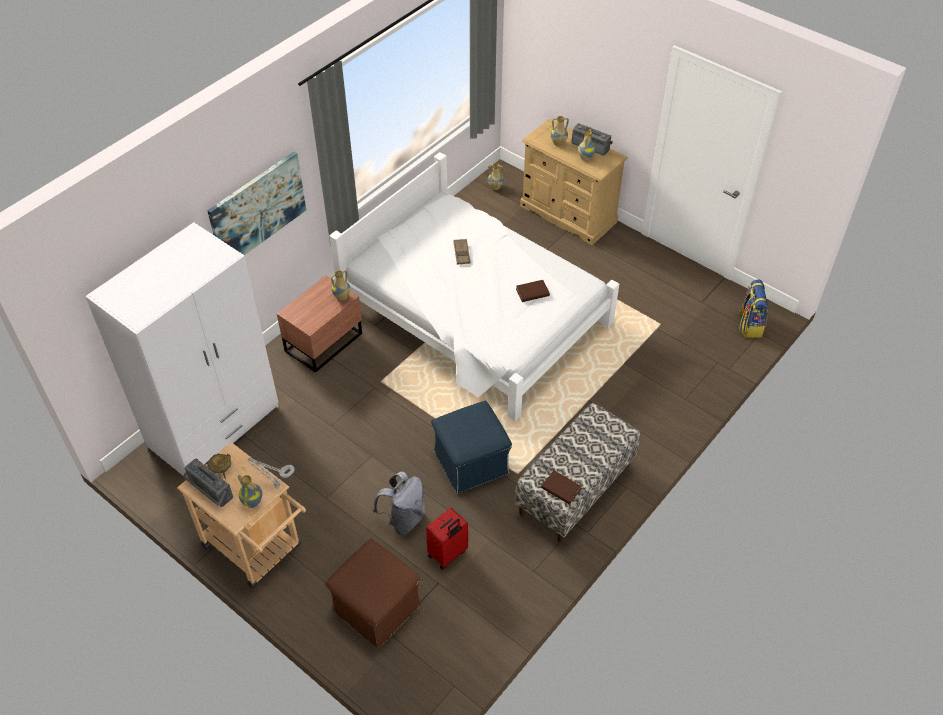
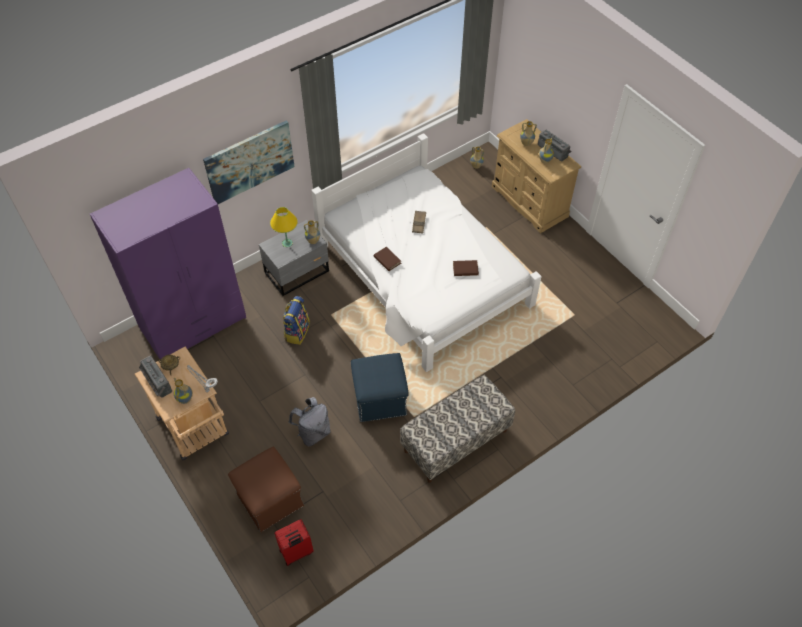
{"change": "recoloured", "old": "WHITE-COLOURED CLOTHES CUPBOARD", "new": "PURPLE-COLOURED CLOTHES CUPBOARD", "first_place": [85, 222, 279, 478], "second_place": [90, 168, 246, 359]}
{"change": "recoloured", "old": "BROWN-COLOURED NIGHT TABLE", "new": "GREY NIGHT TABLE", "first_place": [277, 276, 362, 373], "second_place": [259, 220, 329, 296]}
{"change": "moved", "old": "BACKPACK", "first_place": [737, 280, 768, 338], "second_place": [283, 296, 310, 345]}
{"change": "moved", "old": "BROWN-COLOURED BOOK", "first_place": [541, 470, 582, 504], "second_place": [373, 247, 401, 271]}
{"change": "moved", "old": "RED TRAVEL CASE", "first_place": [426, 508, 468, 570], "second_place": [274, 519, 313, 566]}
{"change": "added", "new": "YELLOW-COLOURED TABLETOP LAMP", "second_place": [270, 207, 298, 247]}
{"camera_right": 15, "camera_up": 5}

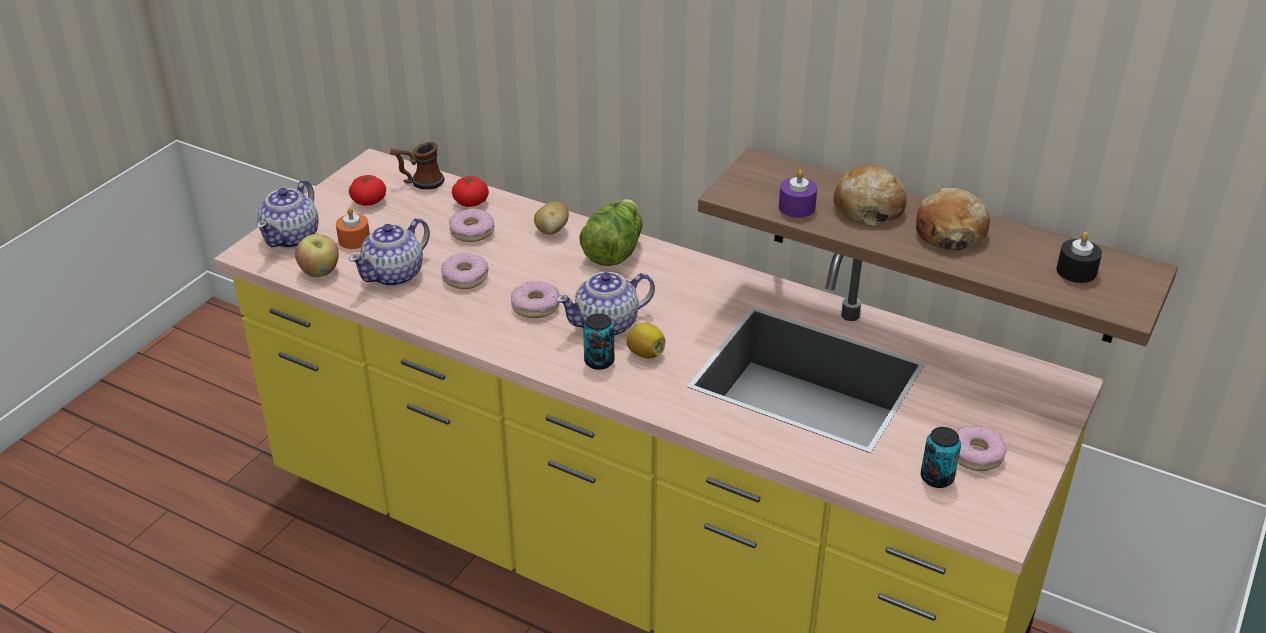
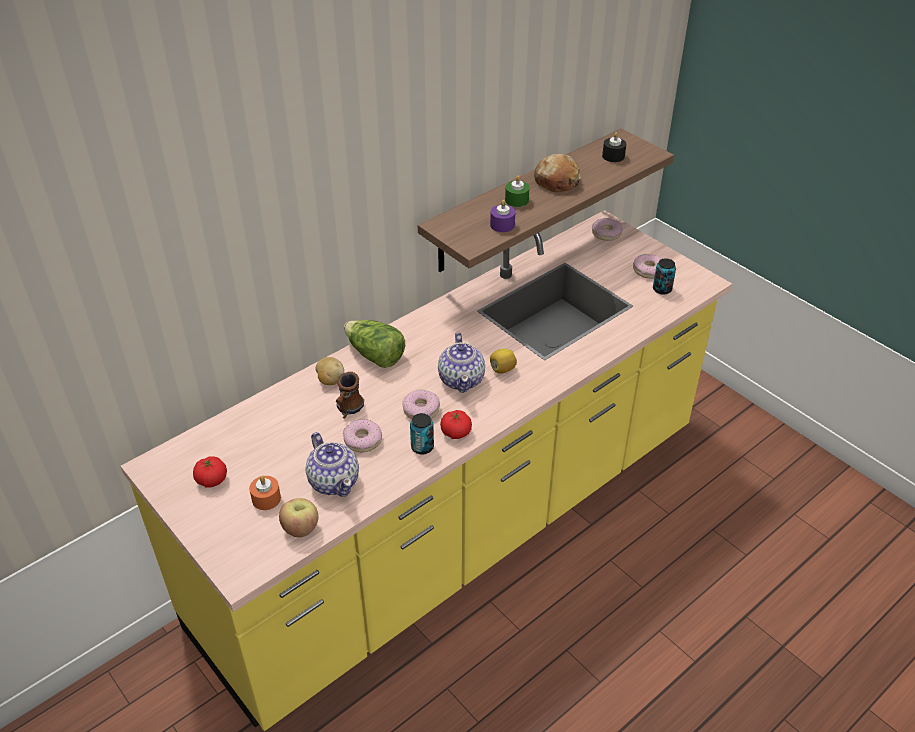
{"change": "moved", "old": "COFFEE MUG", "first_place": [390, 142, 445, 189], "second_place": [336, 372, 364, 418]}
{"change": "replaced", "old": "BAKED BREAD", "new": "GREENISH WAX LIGHT", "first_place": [833, 165, 907, 226], "second_place": [505, 176, 530, 207]}
{"change": "moved", "old": "WHOLE TOMATO", "first_place": [452, 176, 489, 207], "second_place": [440, 410, 472, 439]}
{"change": "removed", "old": "TEA POT", "first_place": [257, 180, 319, 249]}
{"change": "moved", "old": "DONUT", "first_place": [449, 209, 494, 242], "second_place": [592, 218, 623, 241]}
{"change": "moved", "old": "SEALED CAN", "first_place": [583, 313, 614, 370], "second_place": [410, 413, 434, 455]}
{"camera_right": -70, "camera_up": 5}

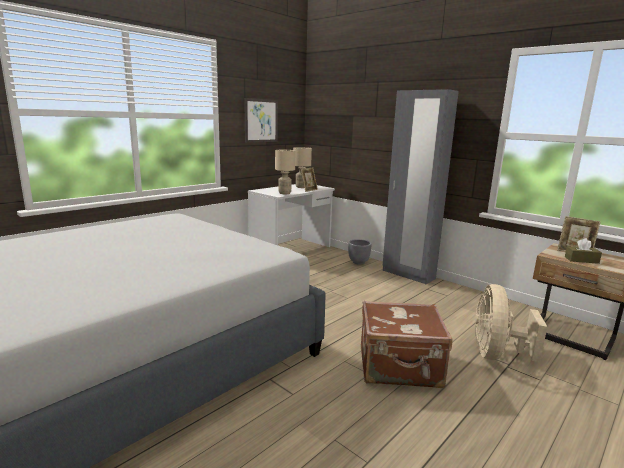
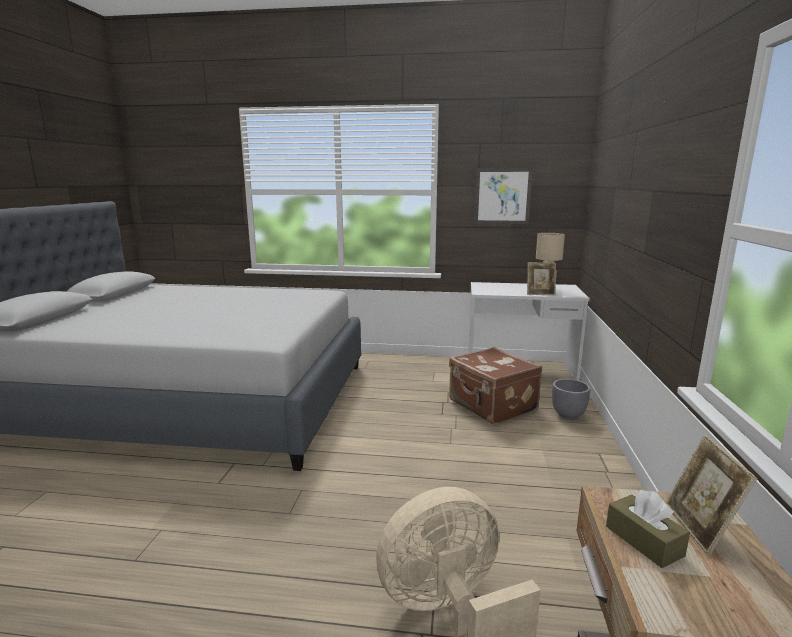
{"change": "removed", "old": "GREY CLOTHES CUPBOARD", "first_place": [383, 89, 459, 284]}
{"change": "removed", "old": "BEIGE-COLOURED TABLETOP LAMP", "first_place": [275, 150, 295, 194]}
{"change": "moved", "old": "BROWN-COLOURED TRAVEL CASE", "first_place": [361, 301, 453, 388], "second_place": [449, 347, 542, 425]}
{"camera_right": 55, "camera_up": 0}

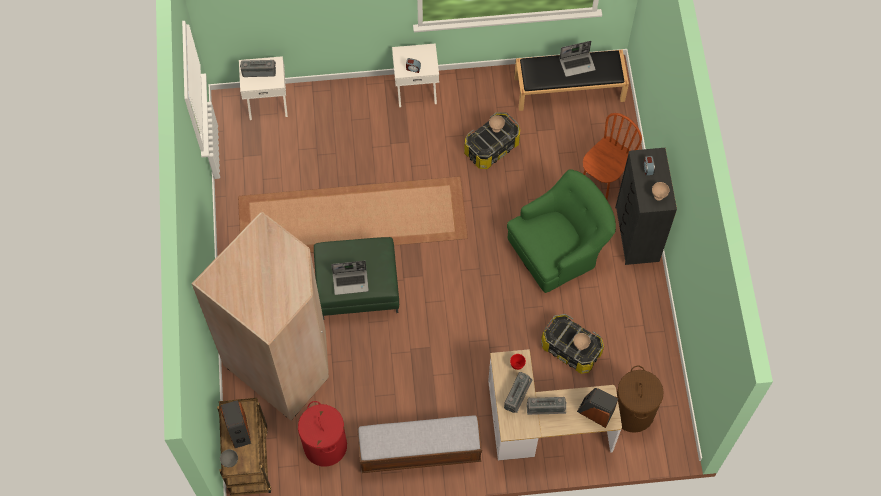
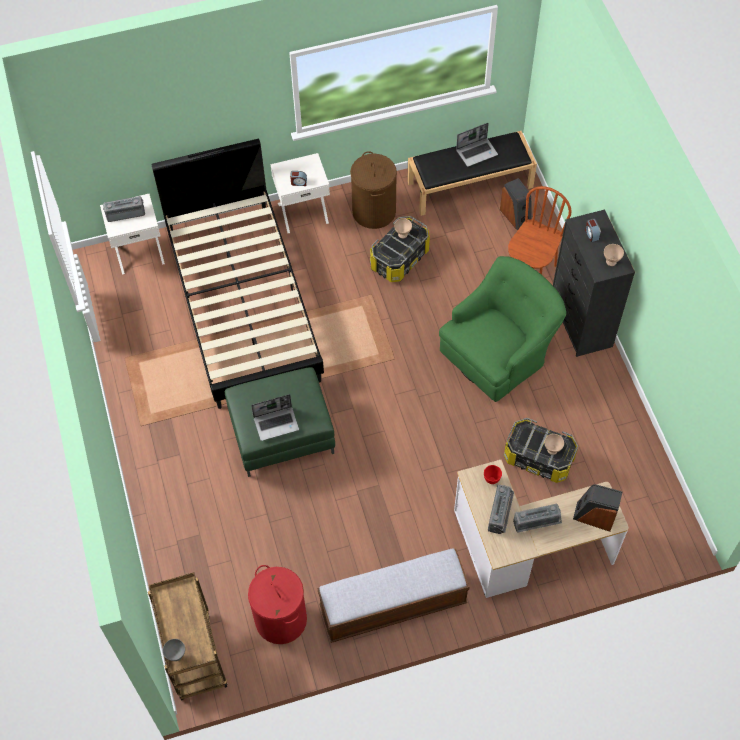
{"change": "removed", "old": "BEIGE-COLOURED CLOTHES CUPBOARD", "first_place": [192, 211, 329, 420]}
{"change": "moved", "old": "BROWN-COLOURED WASHING BASKET", "first_place": [617, 366, 664, 433], "second_place": [350, 151, 397, 229]}
{"change": "moved", "old": "AUDIO SPEAKER", "first_place": [220, 400, 251, 448], "second_place": [500, 178, 531, 231]}
{"change": "added", "new": "BLACKISH BED", "second_place": [151, 139, 324, 409]}
{"camera_right": -10, "camera_up": -5}

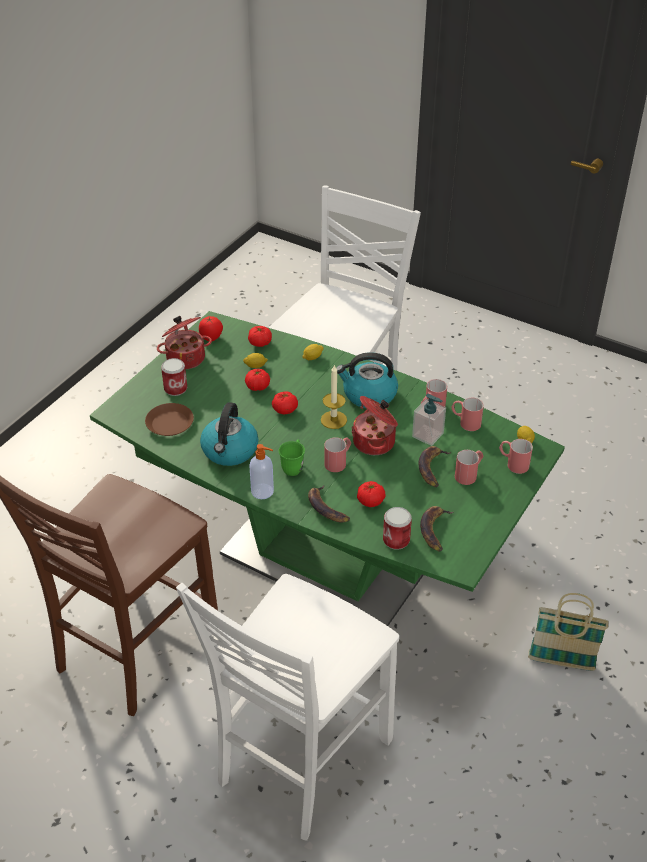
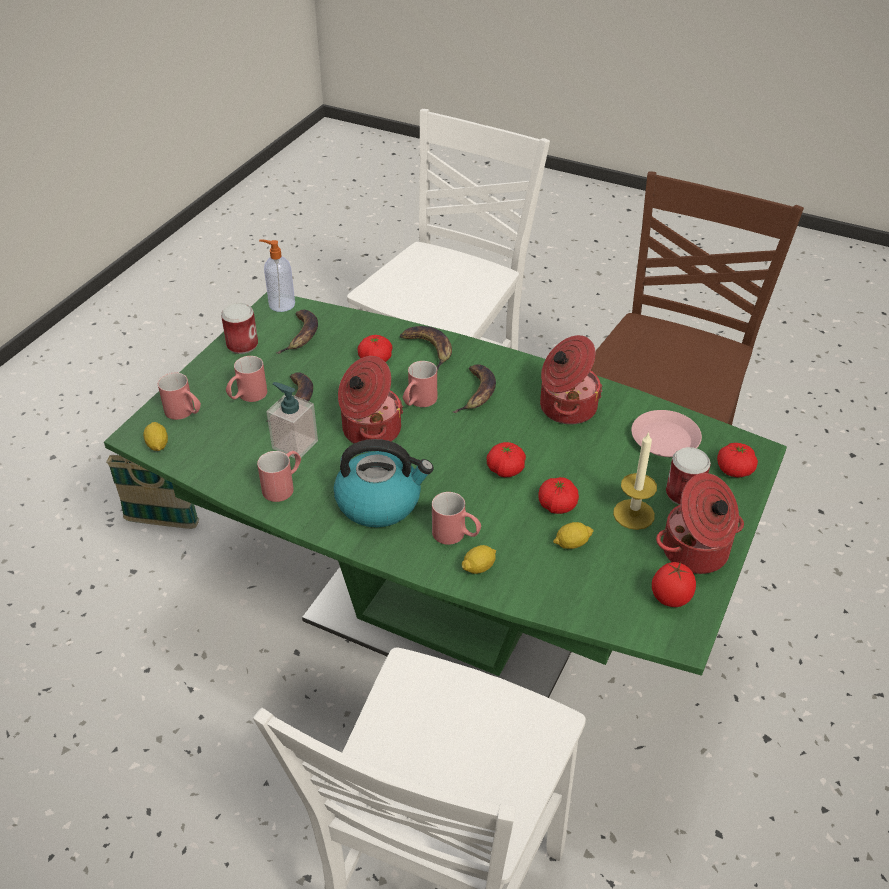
{"change": "moved", "old": "WHOLE TOMATO", "first_place": [248, 326, 272, 347], "second_place": [717, 443, 758, 478]}
{"change": "moved", "old": "WAX LIGHT", "first_place": [321, 364, 347, 429], "second_place": [613, 432, 657, 530]}
{"change": "moved", "old": "RED COFFEE MUG", "first_place": [451, 398, 484, 431], "second_place": [432, 492, 481, 545]}
{"change": "replaced", "old": "WATER KETTLE", "new": "COOKING POT", "first_place": [200, 402, 258, 466], "second_place": [540, 335, 602, 424]}
{"change": "recoloured", "old": "BROWN-COLOURED DINNER PLATE", "new": "PINK-COLOURED DINNER PLATE", "first_place": [145, 403, 194, 436], "second_place": [631, 410, 702, 457]}
{"change": "replaced", "old": "GREENISH COFFEE MUG", "new": "WHOLE BANANA", "first_place": [279, 439, 305, 476], "second_place": [453, 364, 496, 413]}
{"change": "moved", "old": "SOAP DISPENSER", "first_place": [249, 444, 274, 499], "second_place": [259, 240, 295, 312]}
{"change": "moved", "old": "SEALED CAN", "first_place": [383, 507, 412, 550], "second_place": [221, 303, 258, 354]}
{"camera_right": 175, "camera_up": 0}

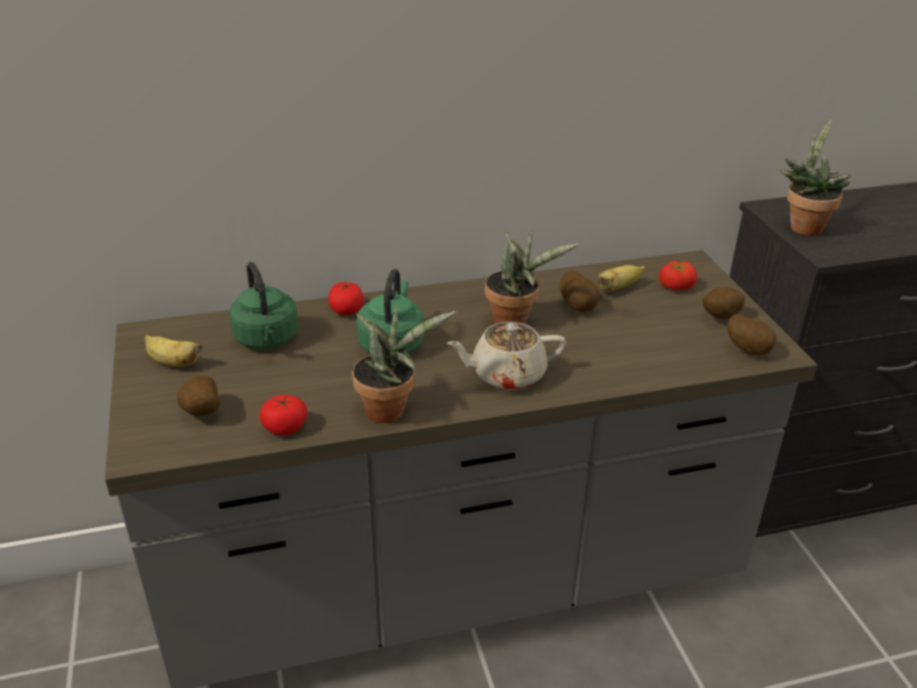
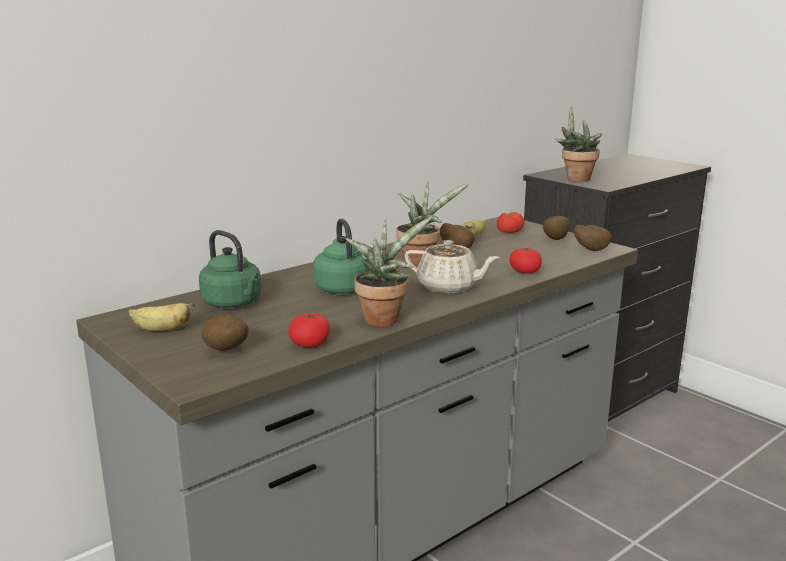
{"change": "moved", "old": "WHOLE TOMATO", "first_place": [328, 281, 364, 315], "second_place": [510, 247, 542, 274]}
{"change": "turned", "old": "BEIGE-COLOURED TEA POT", "first_place": [447, 322, 566, 390], "second_place": [405, 240, 500, 294], "degrees": -120}
{"camera_right": -25, "camera_up": -15}

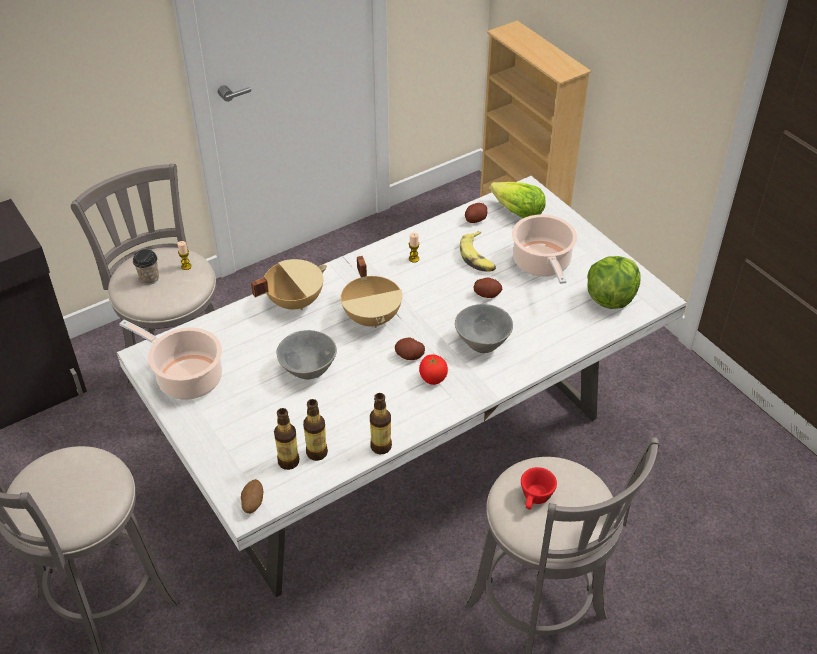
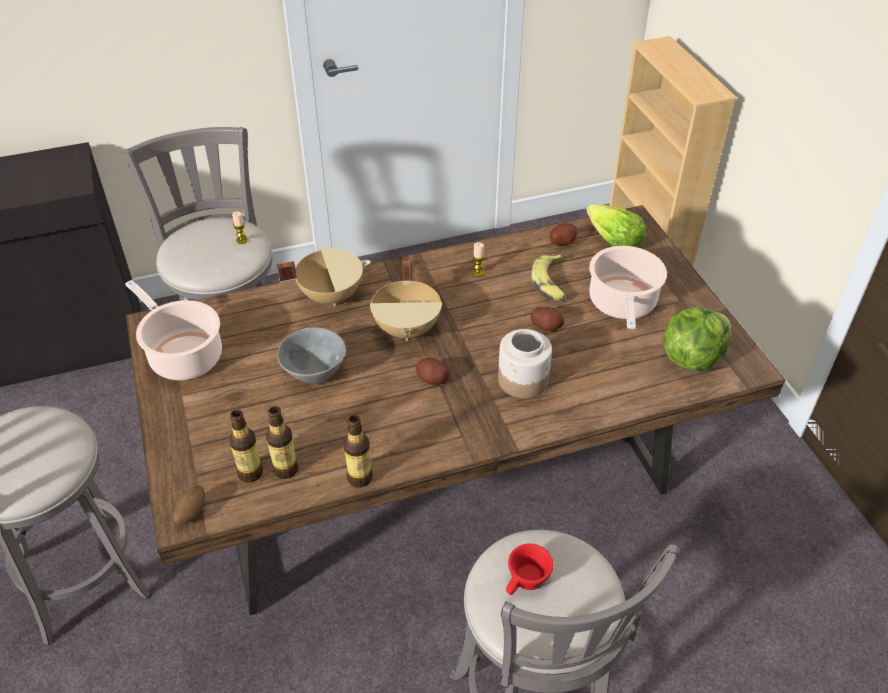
{"change": "recoloured", "old": "WHITE-COLOURED KITCHEN TABLE", "new": "BROWN-COLOURED KITCHEN TABLE", "first_place": [116, 176, 687, 597], "second_place": [126, 205, 786, 615]}
{"change": "removed", "old": "DRINKING CUP", "first_place": [133, 249, 159, 285]}
{"change": "replaced", "old": "GREY DEEP DISH", "new": "JAR", "first_place": [455, 304, 513, 353], "second_place": [498, 329, 552, 399]}
{"change": "removed", "old": "WHOLE TOMATO", "first_place": [419, 355, 448, 385]}
{"camera_right": 15, "camera_up": 0}

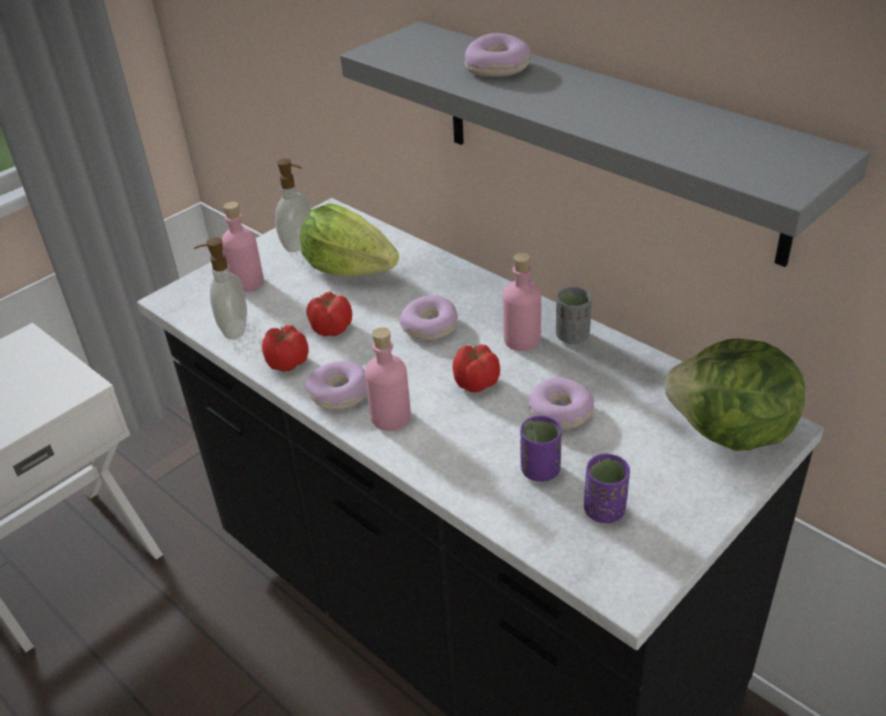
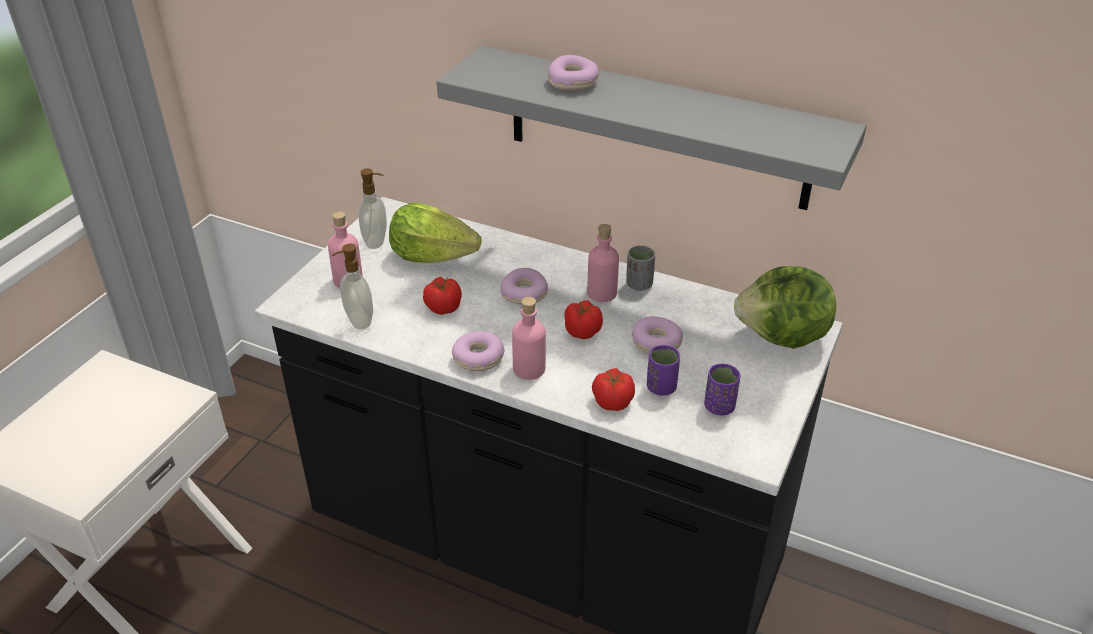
{"change": "moved", "old": "WHOLE TOMATO", "first_place": [262, 325, 309, 372], "second_place": [592, 368, 635, 411]}
{"camera_right": -20, "camera_up": 0}

